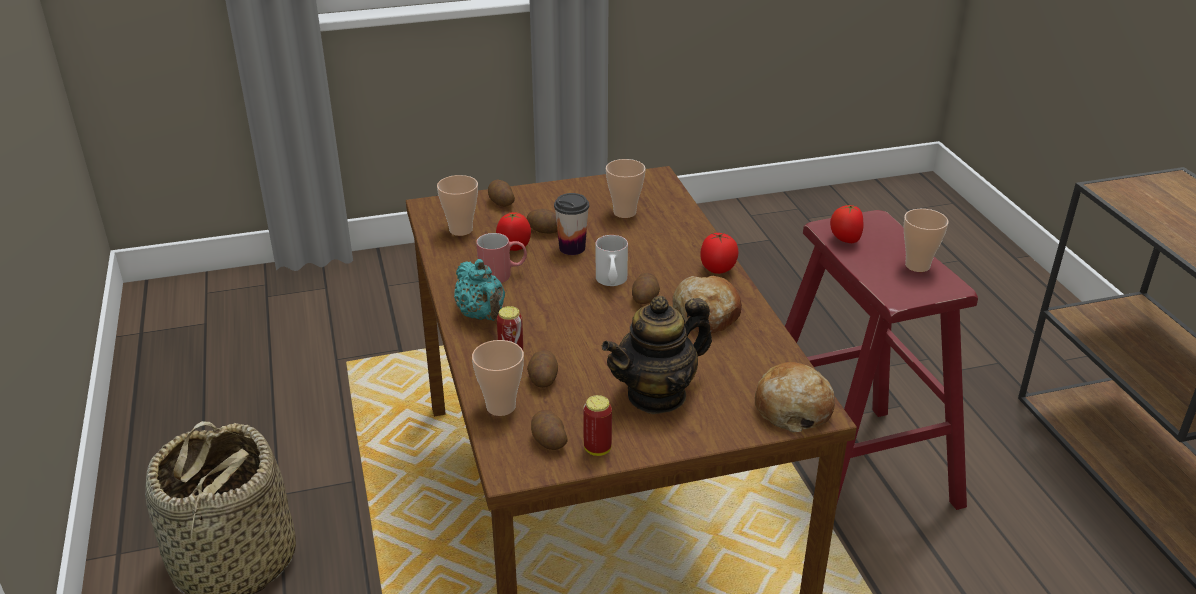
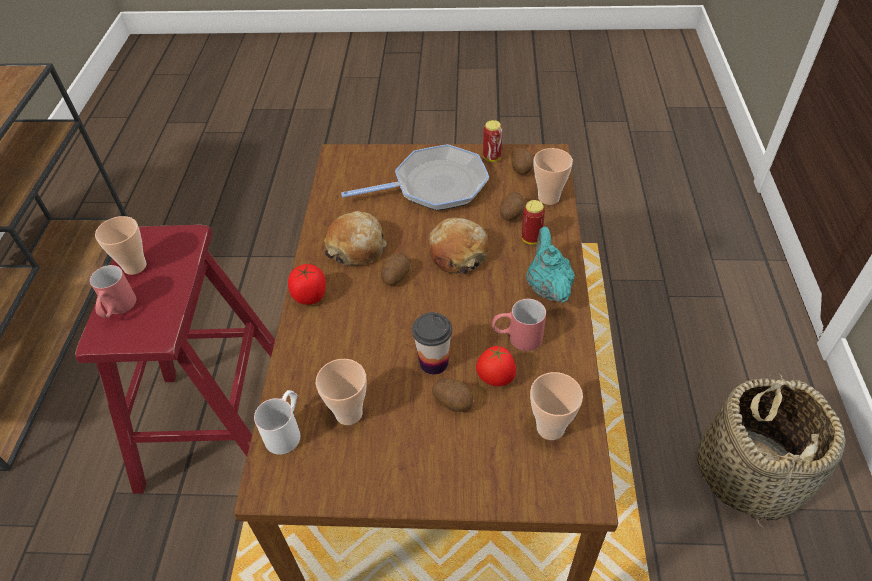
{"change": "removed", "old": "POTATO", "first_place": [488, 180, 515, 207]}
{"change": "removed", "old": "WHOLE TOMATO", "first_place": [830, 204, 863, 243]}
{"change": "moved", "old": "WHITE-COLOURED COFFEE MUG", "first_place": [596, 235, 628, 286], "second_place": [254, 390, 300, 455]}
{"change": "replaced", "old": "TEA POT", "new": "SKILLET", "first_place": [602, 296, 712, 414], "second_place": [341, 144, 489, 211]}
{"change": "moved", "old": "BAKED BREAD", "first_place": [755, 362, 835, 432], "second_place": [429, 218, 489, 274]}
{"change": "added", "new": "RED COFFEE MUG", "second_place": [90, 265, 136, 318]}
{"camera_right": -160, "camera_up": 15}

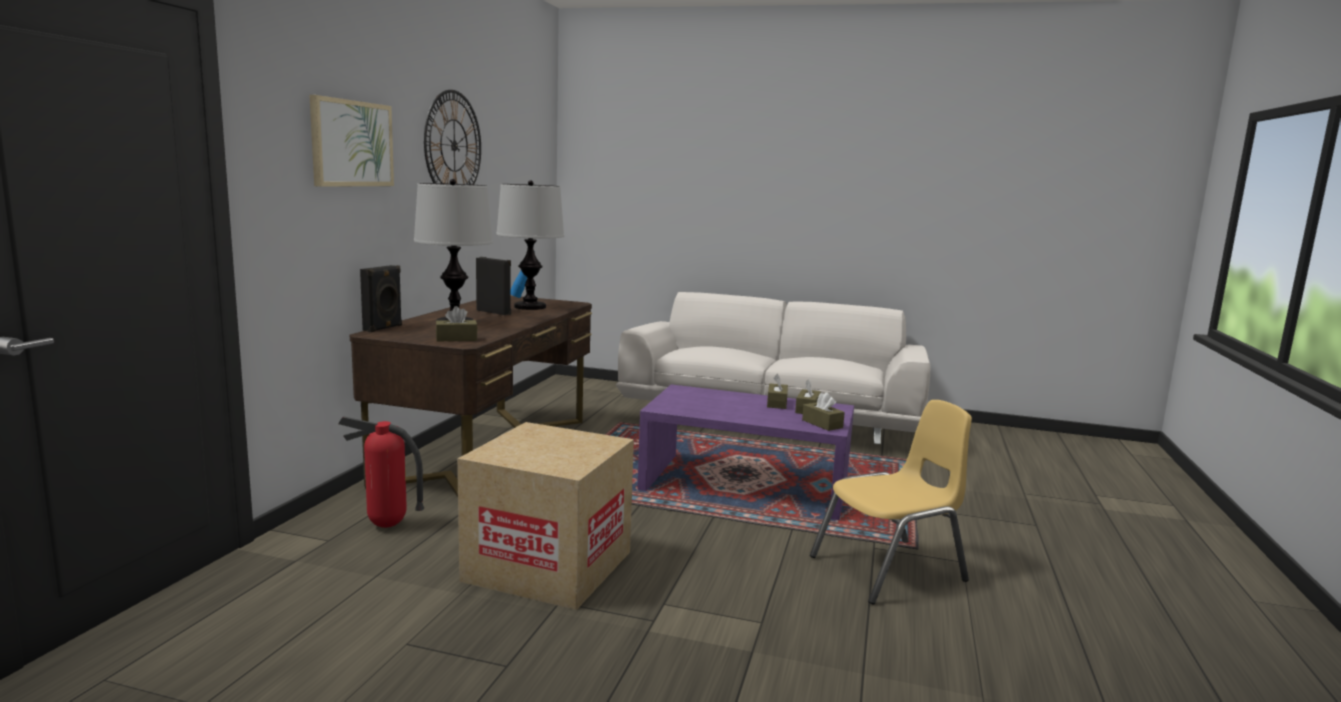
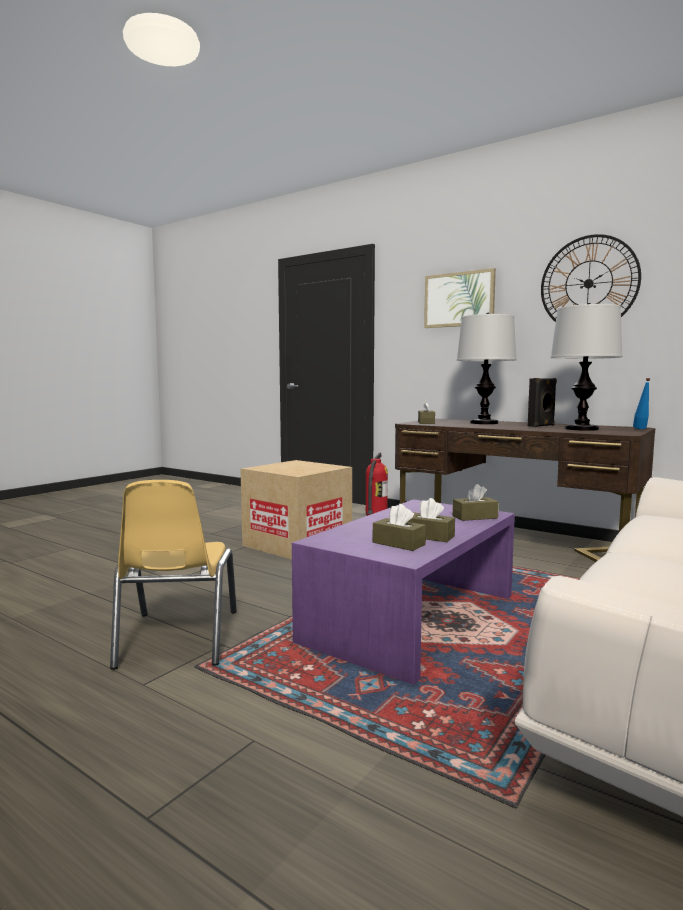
{"change": "removed", "old": "BLACKISH AUDIO SPEAKER", "first_place": [360, 265, 402, 332]}
{"change": "moved", "old": "BROWN-COLOURED TISSUE HOLDER", "first_place": [802, 392, 845, 431], "second_place": [453, 484, 499, 521]}
{"camera_right": 110, "camera_up": -5}

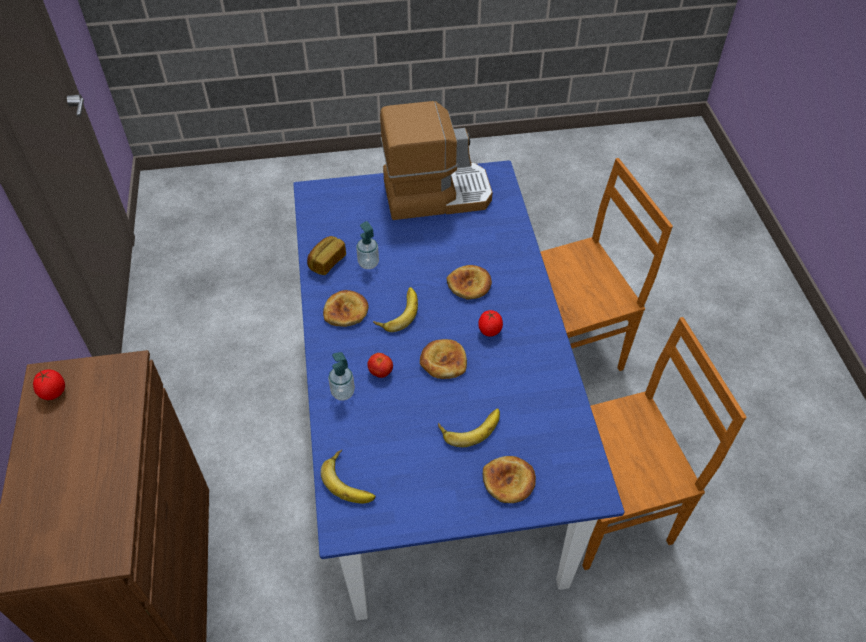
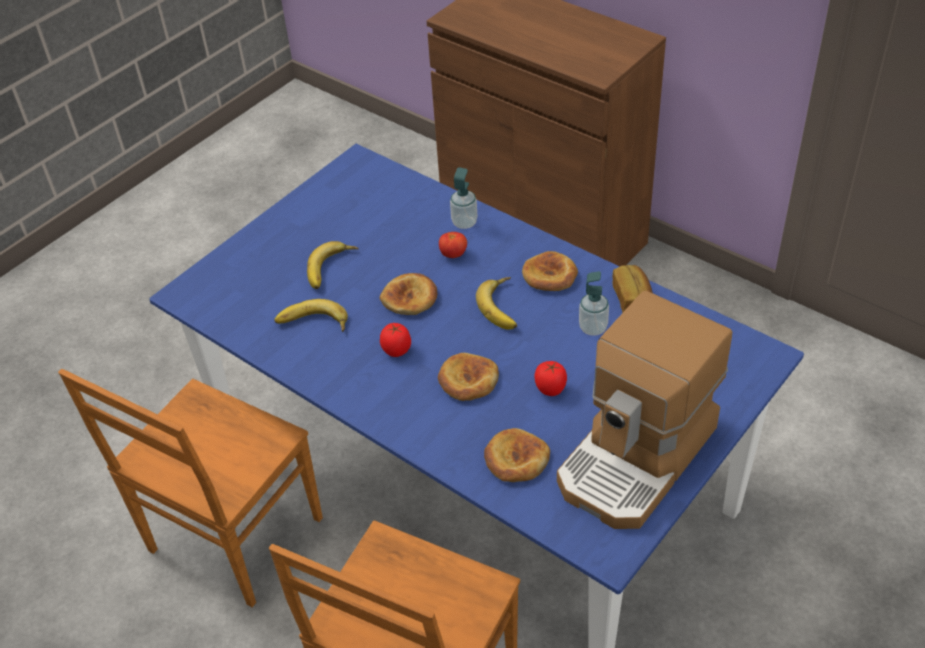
{"change": "moved", "old": "WHOLE TOMATO", "first_place": [33, 369, 65, 400], "second_place": [535, 361, 567, 396]}
{"change": "moved", "old": "WHOLE BANANA", "first_place": [321, 450, 376, 503], "second_place": [274, 299, 348, 332]}
{"change": "moved", "old": "BAKED BREAD", "first_place": [483, 456, 536, 503], "second_place": [484, 428, 550, 482]}
{"camera_right": 140, "camera_up": -5}

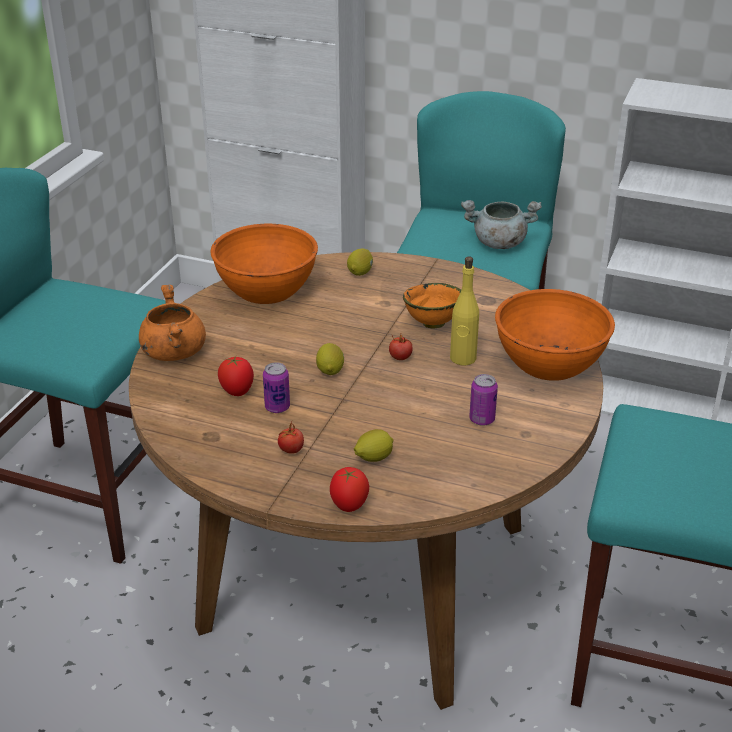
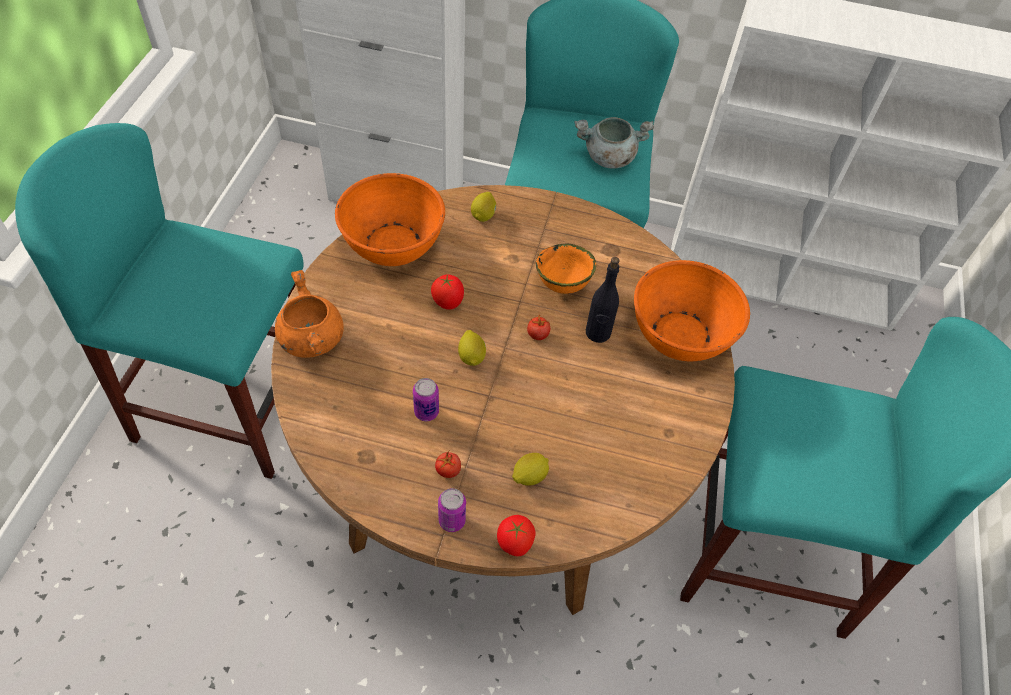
{"change": "recoloured", "old": "YELLOW-COLOURED BOTTLE", "new": "BLACKISH BOTTLE", "first_place": [450, 256, 479, 366], "second_place": [586, 257, 620, 343]}
{"change": "moved", "old": "WHOLE TOMATO", "first_place": [218, 356, 254, 396], "second_place": [431, 274, 464, 310]}
{"change": "moved", "old": "SEALED CAN", "first_place": [469, 374, 498, 426], "second_place": [438, 488, 466, 532]}
{"camera_right": -10, "camera_up": 20}

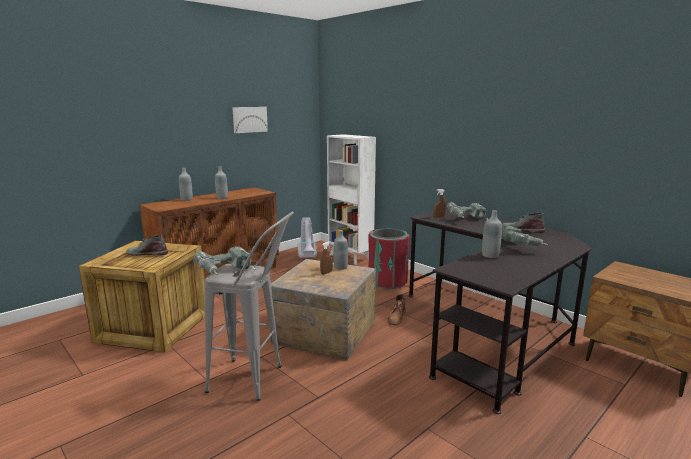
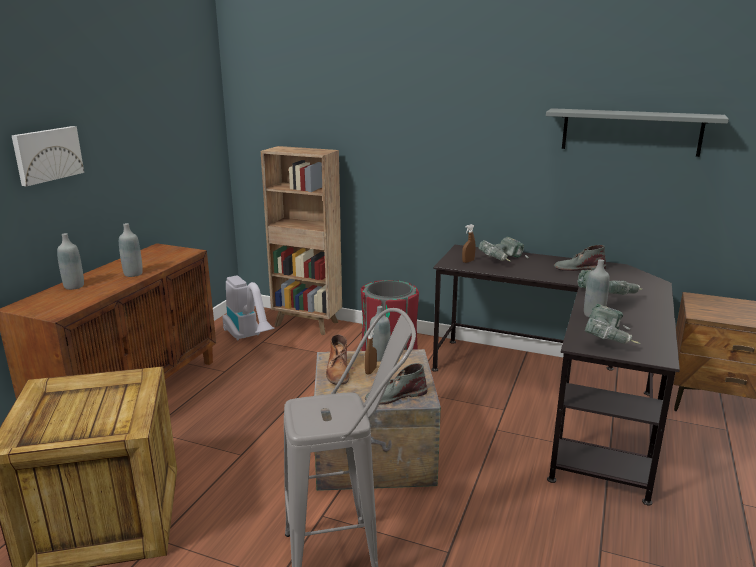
{"change": "moved", "old": "WALL ART", "first_place": [232, 107, 268, 133], "second_place": [11, 126, 84, 186]}
{"change": "recoloured", "old": "WHITE-COLOURED BOOKCASE", "new": "BROWN-COLOURED BOOKCASE", "first_place": [327, 134, 376, 264], "second_place": [261, 146, 342, 335]}
{"change": "moved", "old": "GREY BOOT", "first_place": [126, 235, 168, 256], "second_place": [365, 363, 427, 405]}
{"change": "moved", "old": "DRILL", "first_place": [193, 246, 255, 276], "second_place": [585, 304, 641, 344]}
{"change": "moved", "old": "BROWN-COLOURED BOOT", "first_place": [387, 294, 406, 325], "second_place": [326, 334, 350, 384]}
{"change": "added", "new": "GREY WALL SHELF", "second_place": [546, 108, 729, 157]}
{"camera_right": -25, "camera_up": 5}

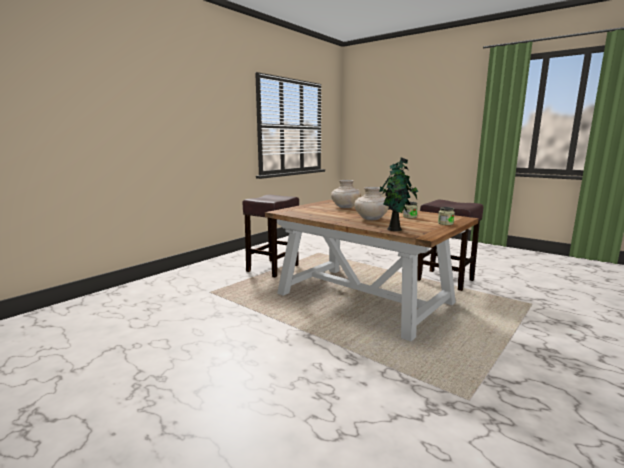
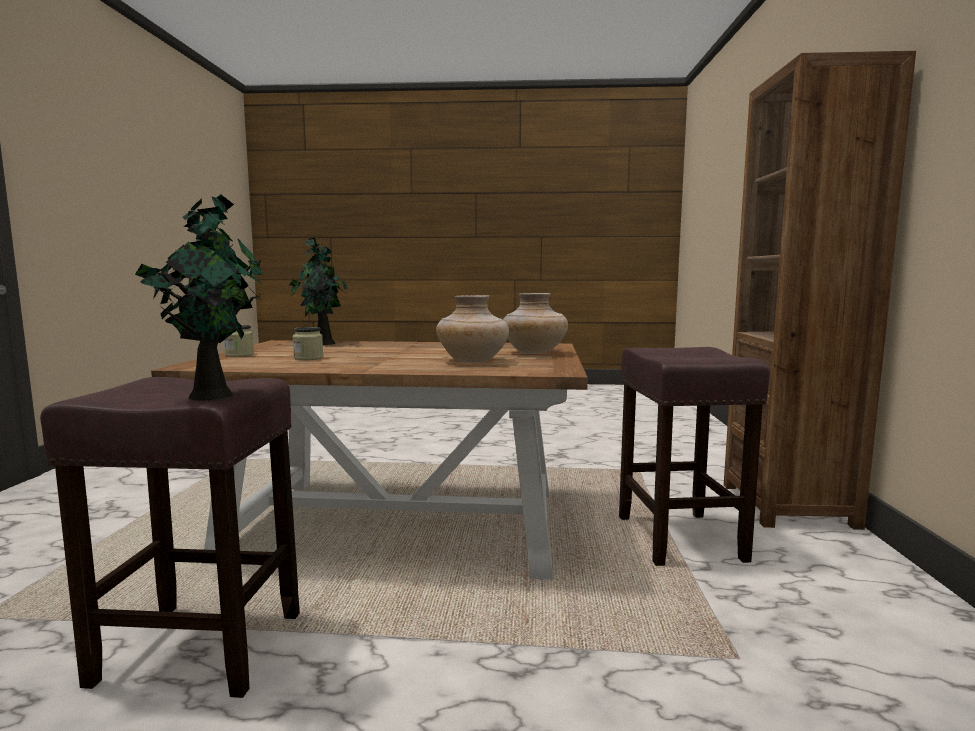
{"change": "moved", "old": "BEIGE-COLOURED FLOWER VASE", "first_place": [354, 187, 389, 220], "second_place": [503, 293, 568, 353]}
{"change": "added", "new": "BROWN-COLOURED BOOKCASE", "second_place": [724, 51, 916, 530]}
{"change": "added", "new": "POTTED PLANT", "second_place": [135, 194, 263, 401]}
{"camera_right": 145, "camera_up": -5}

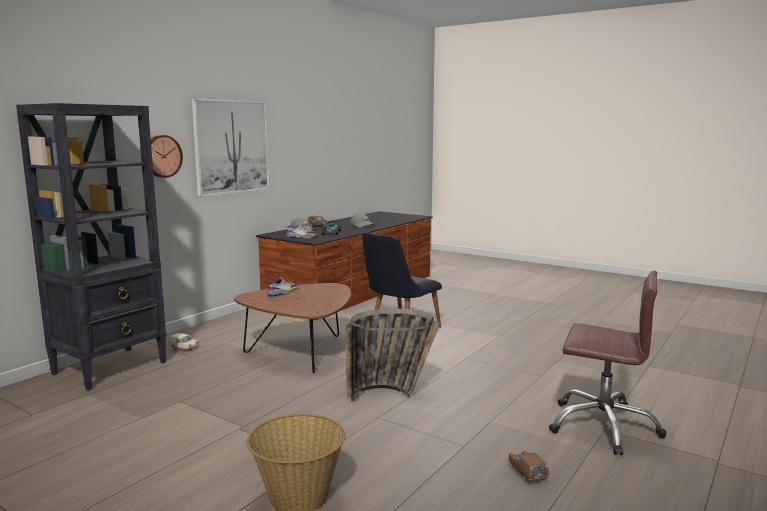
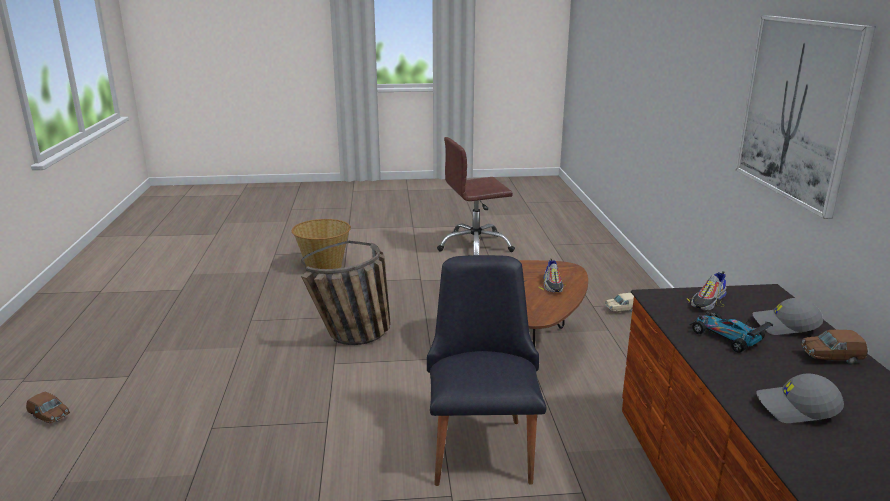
{"change": "removed", "old": "BLACKISH BOOKCASE", "first_place": [16, 103, 167, 391]}
{"change": "removed", "old": "CLOCK ON THE WALL", "first_place": [151, 135, 183, 178]}
{"change": "moved", "old": "BROWN-COLOURED OFFICE CHAIR", "first_place": [549, 271, 666, 455], "second_place": [437, 137, 515, 255]}
{"change": "moved", "old": "BROWN-COLOURED TOY CAR", "first_place": [508, 451, 549, 482], "second_place": [26, 392, 70, 423]}
{"camera_right": 140, "camera_up": 10}

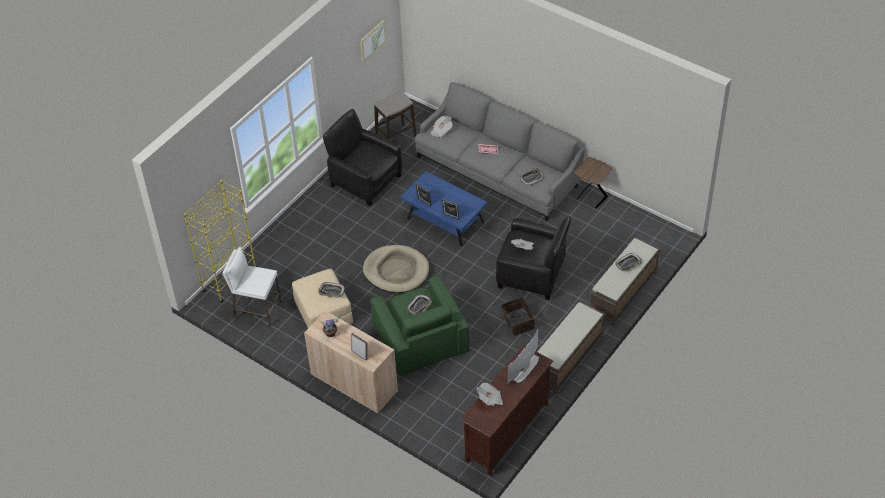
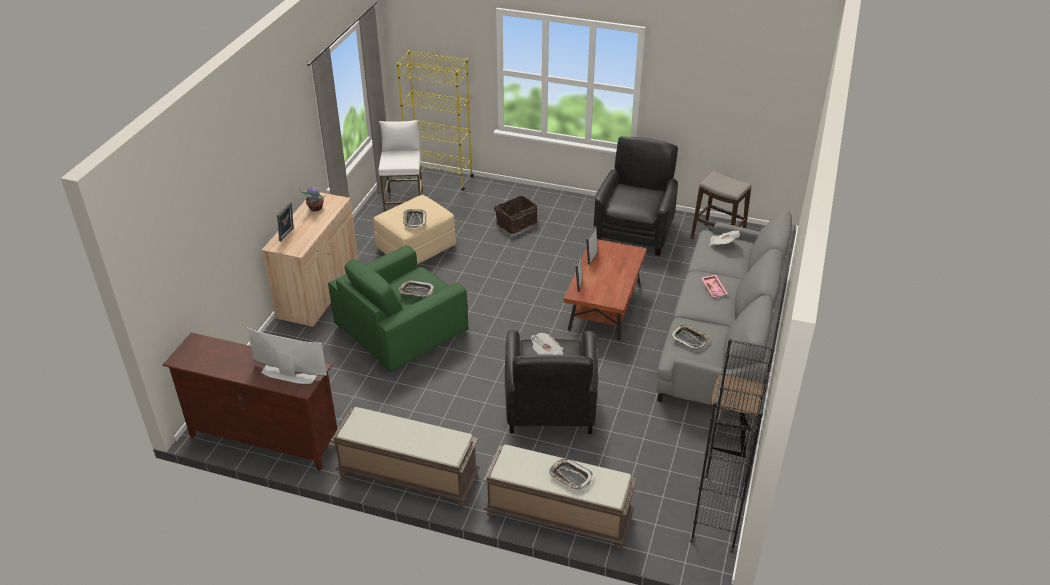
{"change": "removed", "old": "WALL ART", "first_place": [360, 20, 386, 62]}
{"change": "recoloured", "old": "BLUISH LOUNGE TABLE", "new": "BROWN-COLOURED LOUNGE TABLE", "first_place": [400, 171, 487, 247], "second_place": [564, 239, 647, 341]}
{"change": "removed", "old": "BEIGE-COLOURED DOG BED", "first_place": [363, 245, 429, 293]}
{"change": "moved", "old": "STORAGE BASKET", "first_place": [501, 297, 535, 336], "second_place": [494, 196, 537, 234]}
{"change": "removed", "old": "DAILY PAPER", "first_place": [477, 383, 503, 406]}
{"change": "added", "new": "BLACKISH BOOKCASE", "second_place": [690, 339, 775, 553]}
{"camera_right": 70, "camera_up": -10}

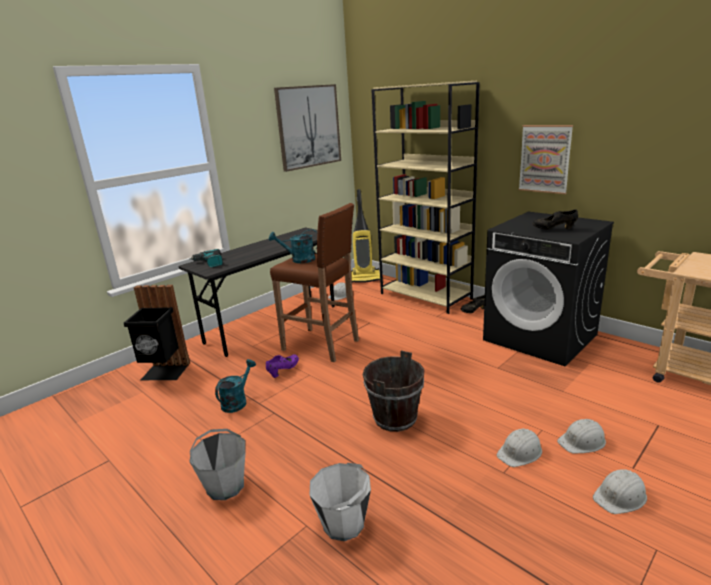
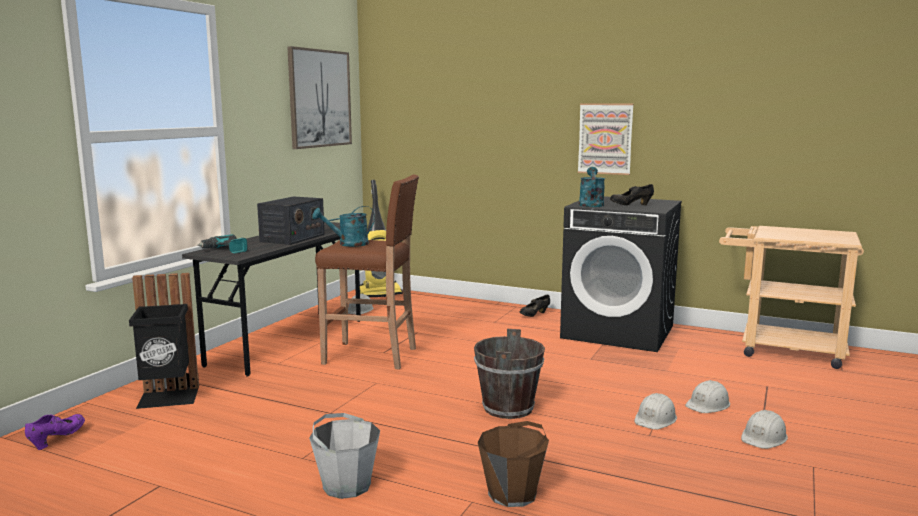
{"change": "removed", "old": "BEIGE-COLOURED BOOKCASE", "first_place": [371, 81, 480, 314]}
{"change": "moved", "old": "PURPLE-COLOURED ITEM OF FOOTWEAR", "first_place": [266, 354, 299, 378], "second_place": [25, 414, 85, 450]}
{"change": "moved", "old": "BLUE-GREEN WATERING POT", "first_place": [215, 359, 256, 413], "second_place": [579, 167, 605, 207]}
{"change": "recoloured", "old": "WHITE-COLOURED WATER BUCKET", "new": "BROWN-COLOURED WATER BUCKET", "first_place": [309, 463, 371, 541], "second_place": [478, 421, 549, 507]}
{"change": "added", "new": "RADIO RECEIVER", "second_place": [257, 196, 325, 245]}
{"camera_right": -20, "camera_up": -10}

